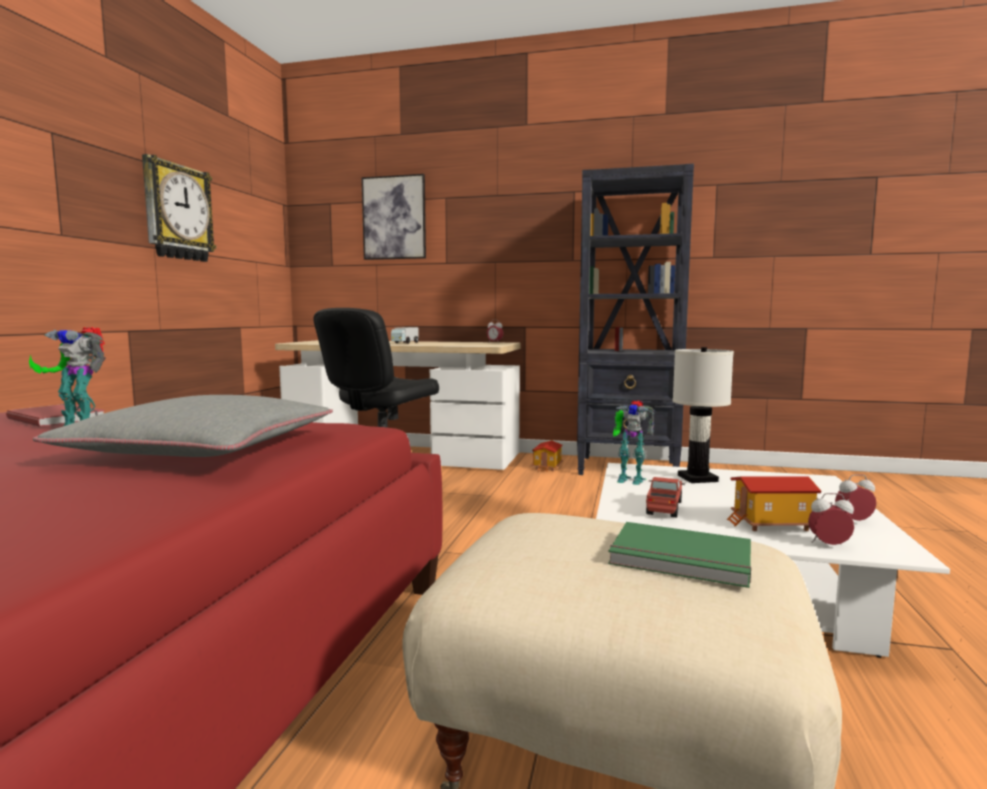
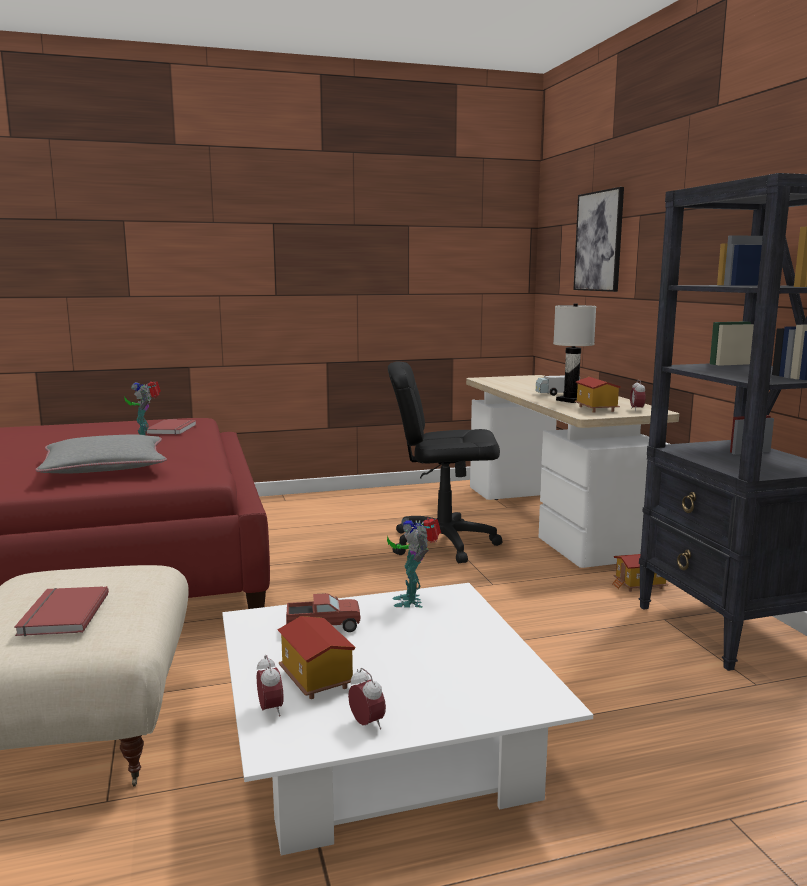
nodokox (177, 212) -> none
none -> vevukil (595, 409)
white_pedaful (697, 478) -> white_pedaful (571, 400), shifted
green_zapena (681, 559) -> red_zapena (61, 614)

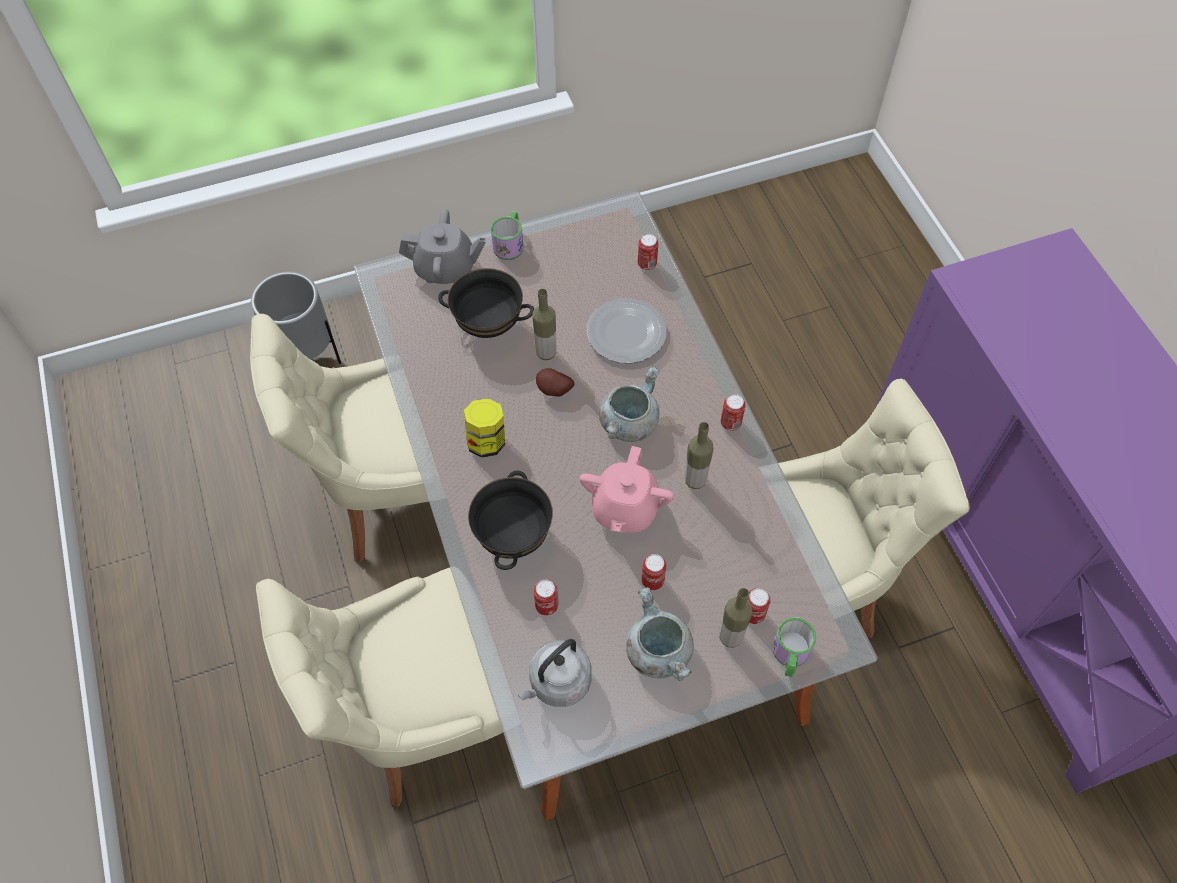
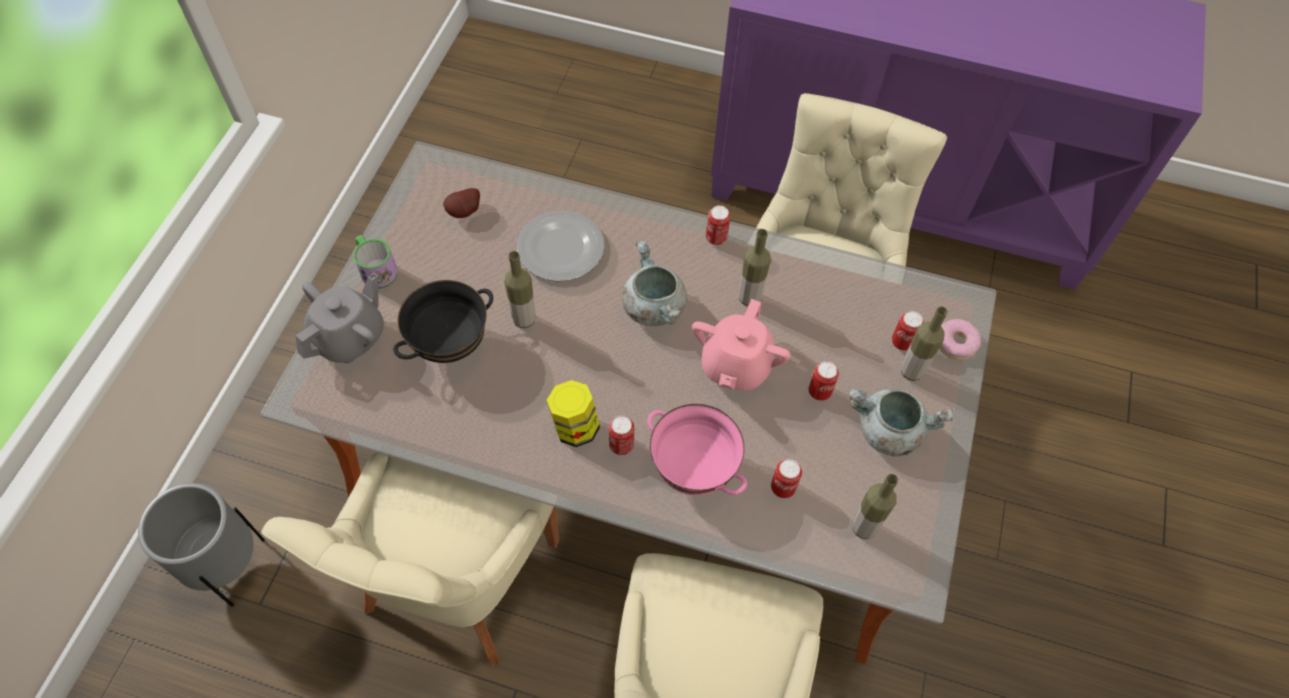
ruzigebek (554, 391) -> ruzigebek (465, 212), shifted
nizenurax (647, 264) -> nizenurax (621, 445), shifted
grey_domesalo (557, 683) -> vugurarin (864, 528)
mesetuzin (790, 656) -> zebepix (955, 343)
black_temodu (514, 537) -> pink_temodu (694, 469)
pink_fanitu (625, 509) -> pink_fanitu (735, 366), 60 degrees clockwise

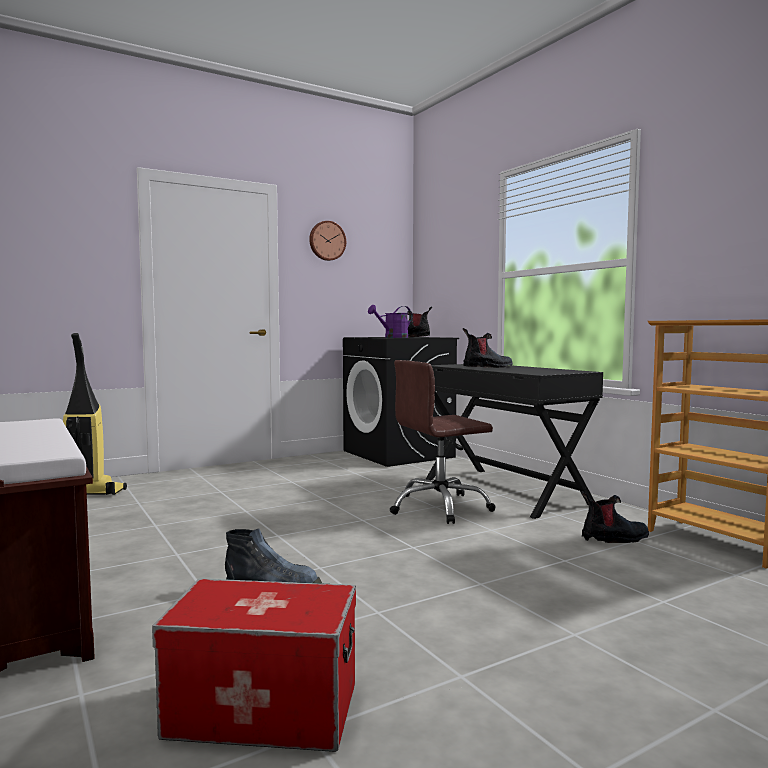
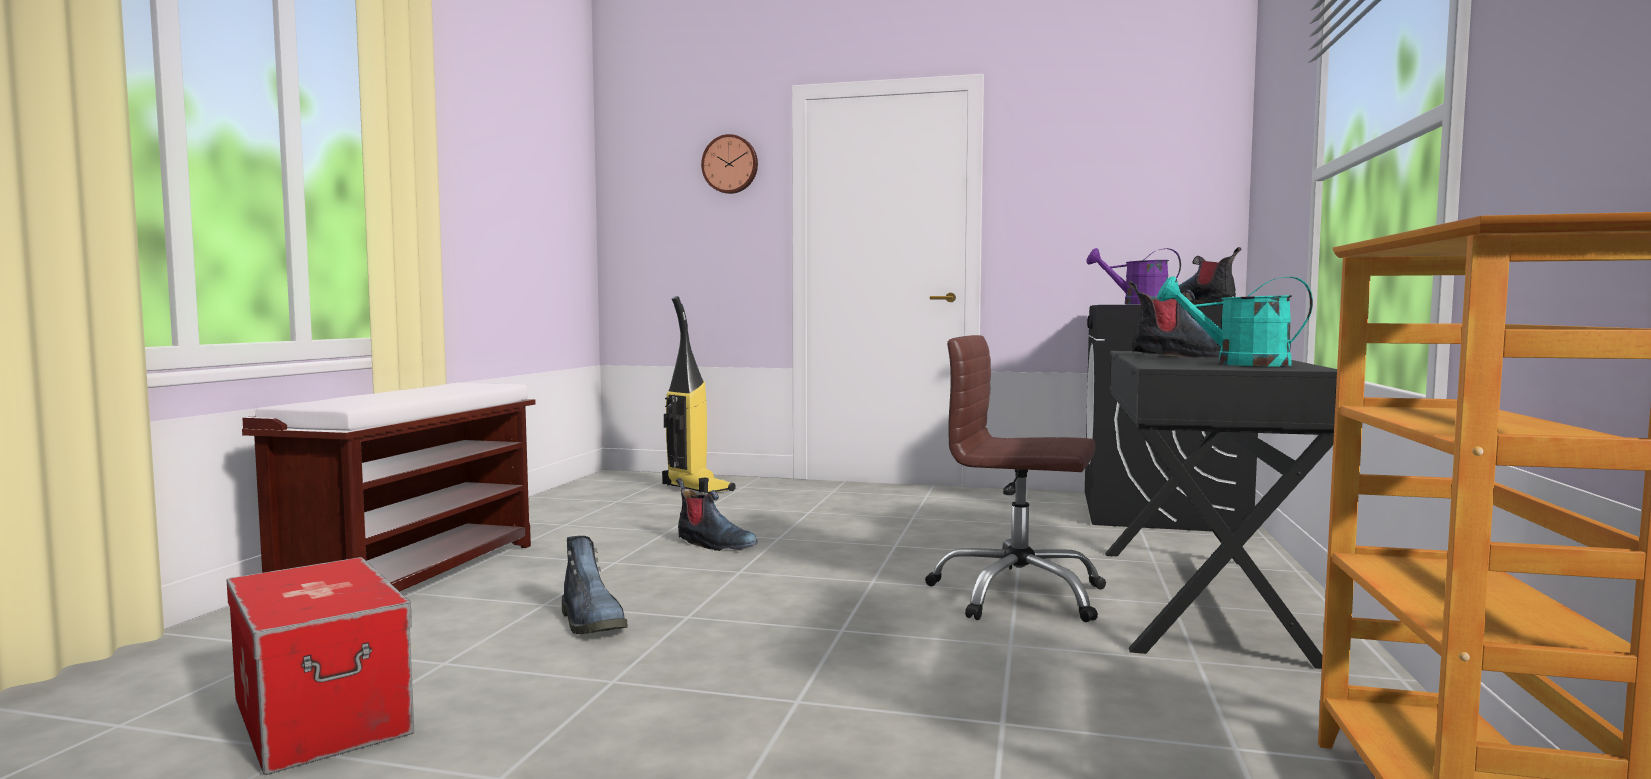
none -> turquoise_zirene (1238, 364)
nodokox (327, 241) -> nodokox (730, 164), shifted
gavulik (615, 538) -> gavulik (714, 544), shifted

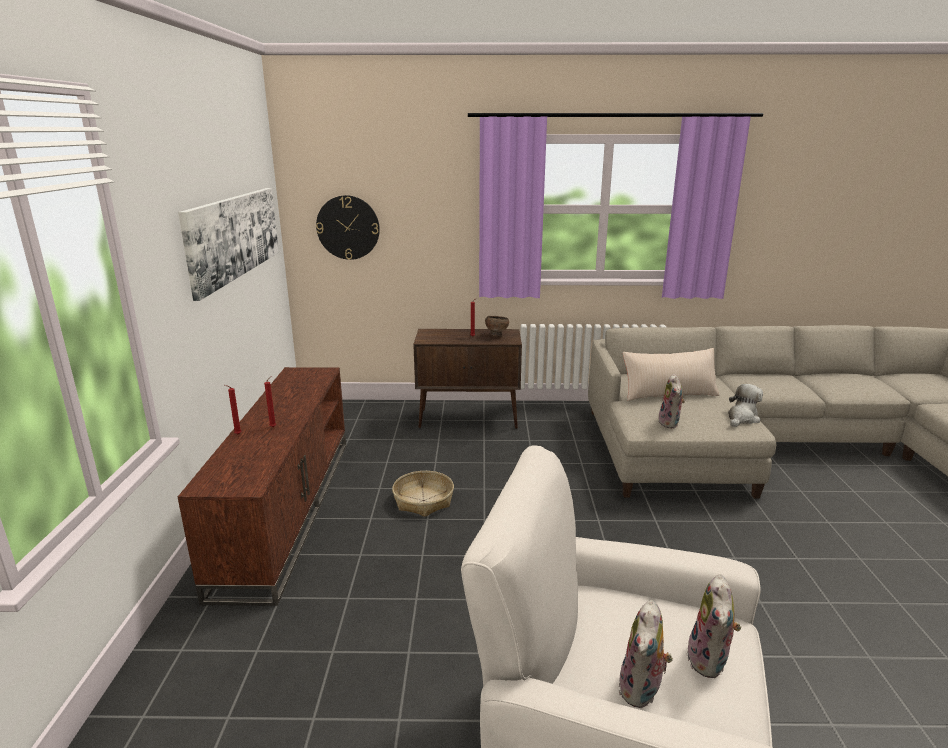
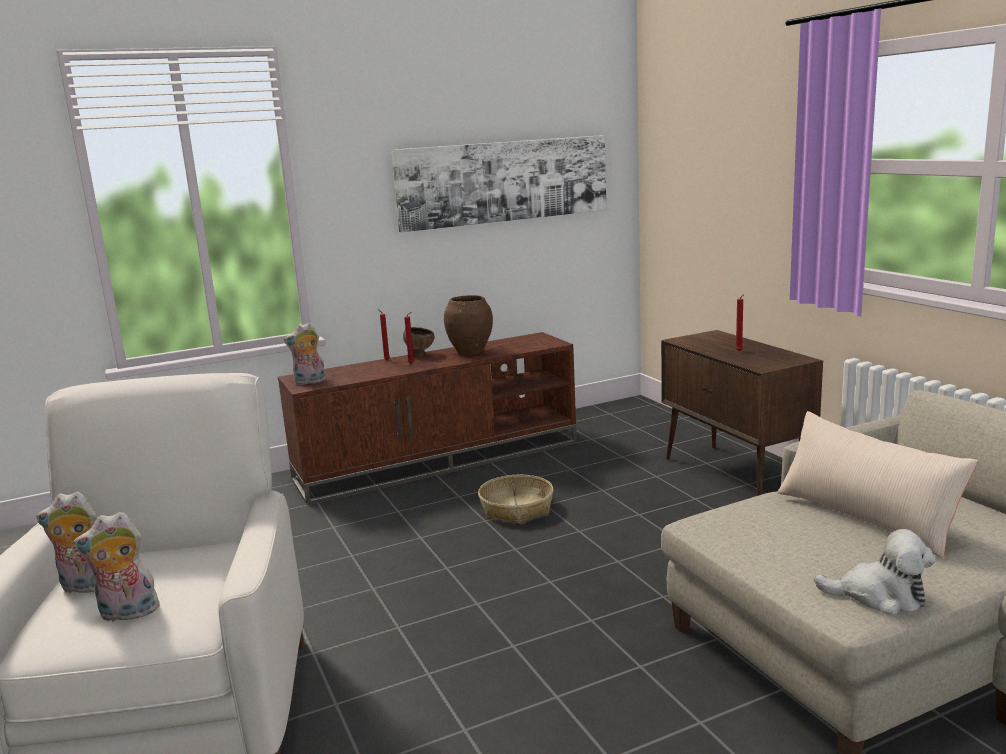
nodokox (348, 227) -> none
none -> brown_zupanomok (470, 352)
brown_temodu (496, 335) -> brown_temodu (420, 355), shifted
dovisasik (670, 423) -> dovisasik (309, 382), shifted

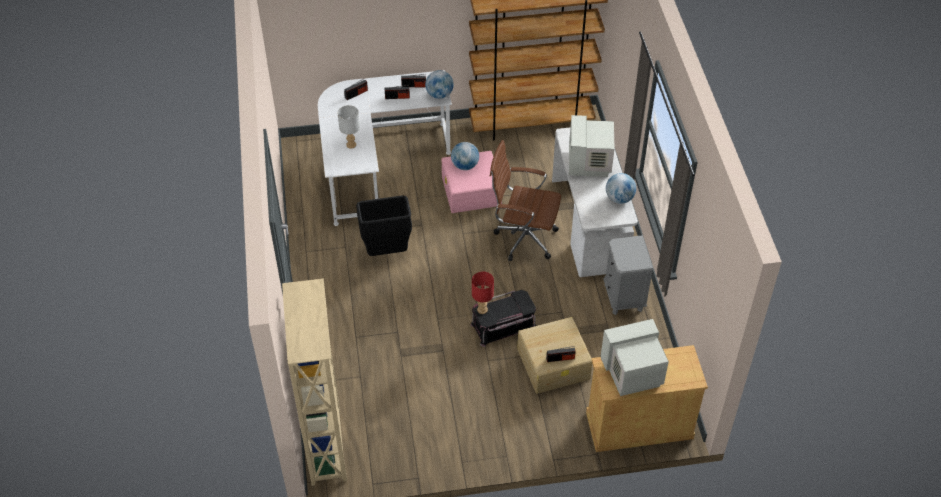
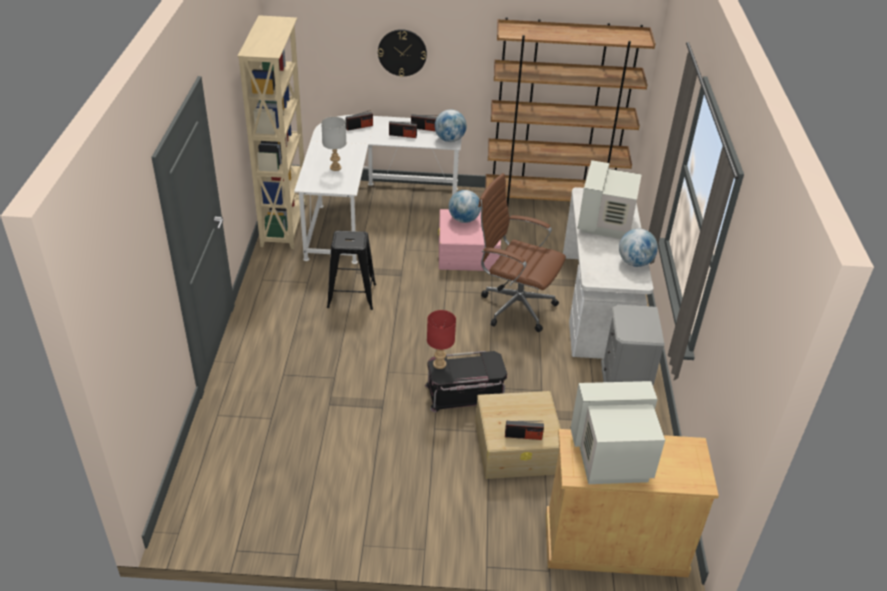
none -> nodokox (402, 52)
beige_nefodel (327, 446) -> beige_nefodel (285, 224), shifted
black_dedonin (387, 253) -> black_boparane (352, 296)

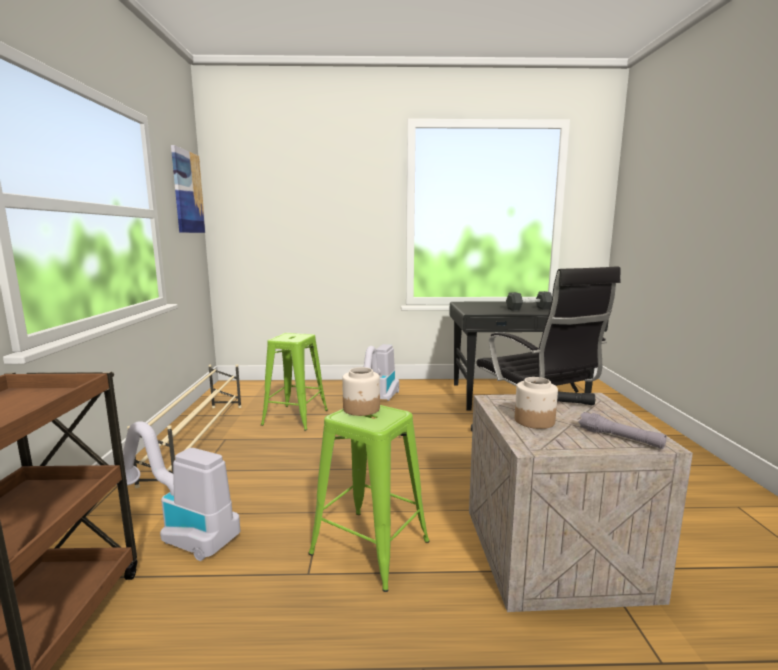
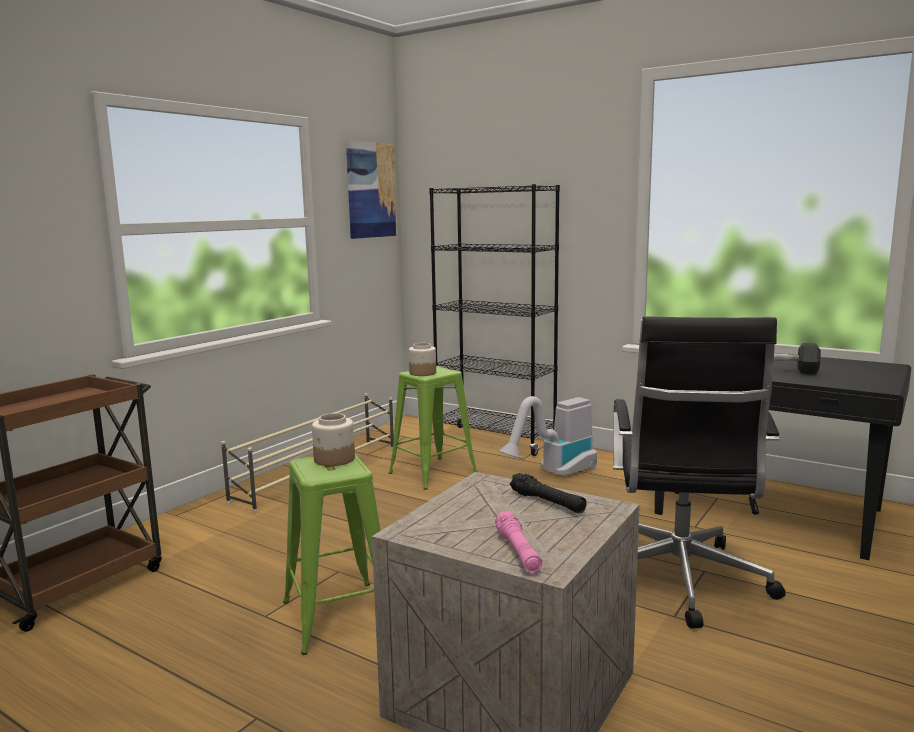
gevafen (180, 532) -> none
none -> black_nefodel (495, 440)
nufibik (534, 421) -> nufibik (422, 373), shifted
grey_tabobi (620, 438) -> pink_tabobi (518, 551)

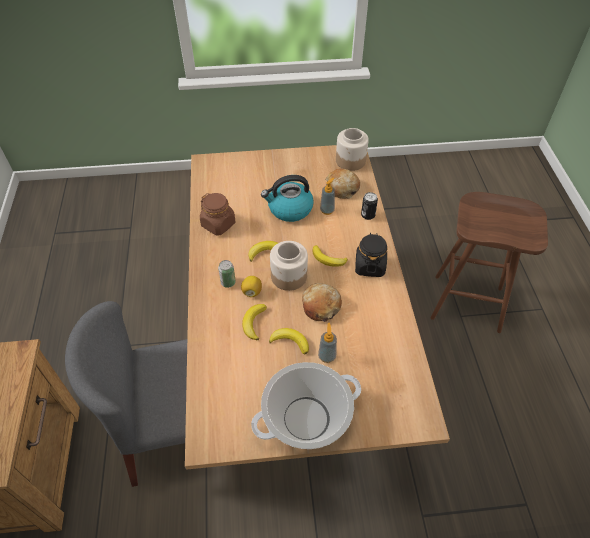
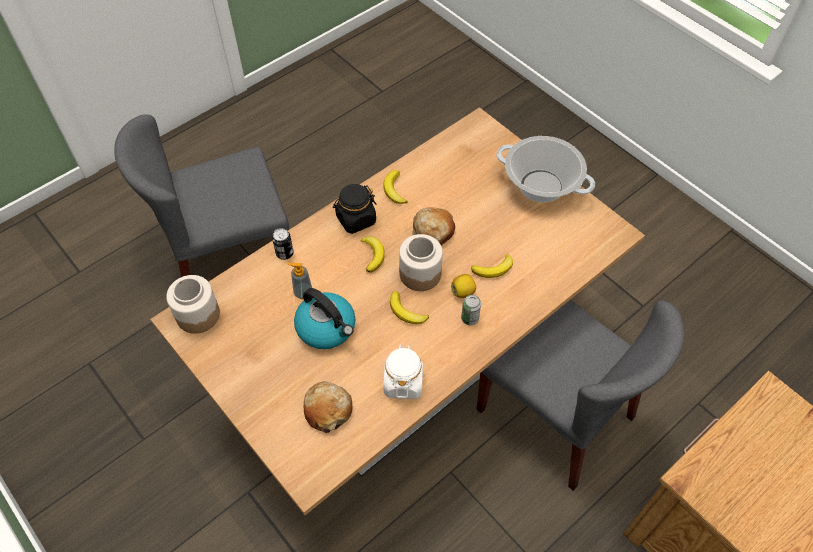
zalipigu (327, 356) -> none
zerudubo (290, 341) -> zerudubo (394, 190), shifted
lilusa (342, 188) -> lilusa (328, 409), shifted
brown_boparane (468, 302) -> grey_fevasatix (229, 258)
brown_nufibik (218, 224) -> white_nufibik (403, 382)

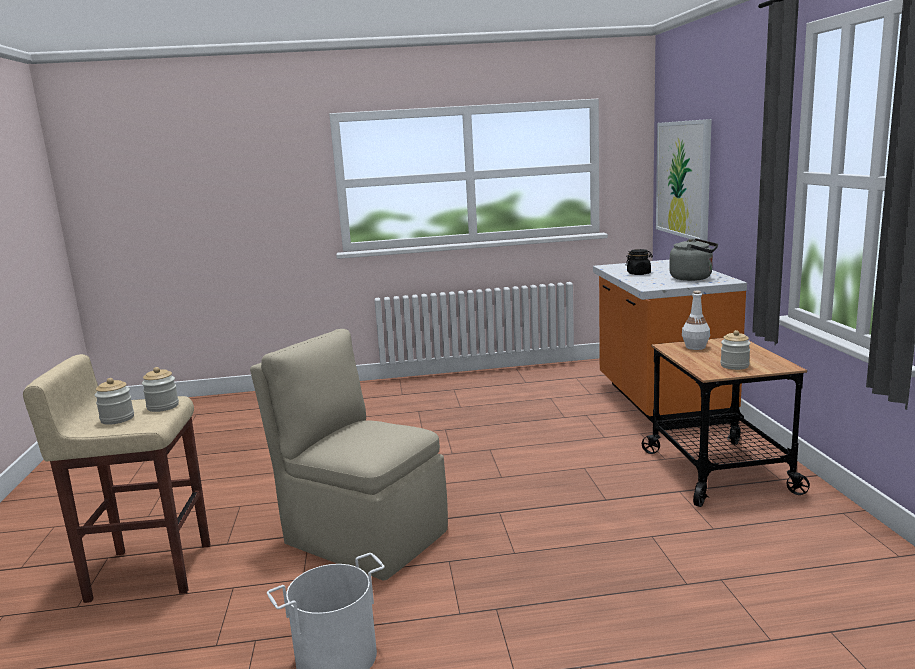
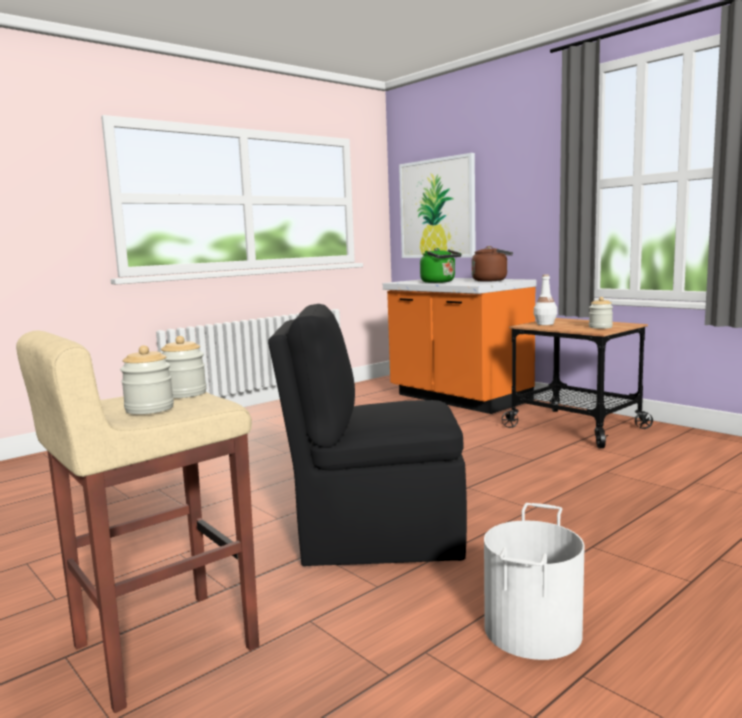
black_nufibik (639, 273) -> green_domesalo (440, 282)
beige_fevasatix (363, 536) -> black_fevasatix (376, 536)
grey_domesalo (693, 278) -> brown_domesalo (491, 280)

